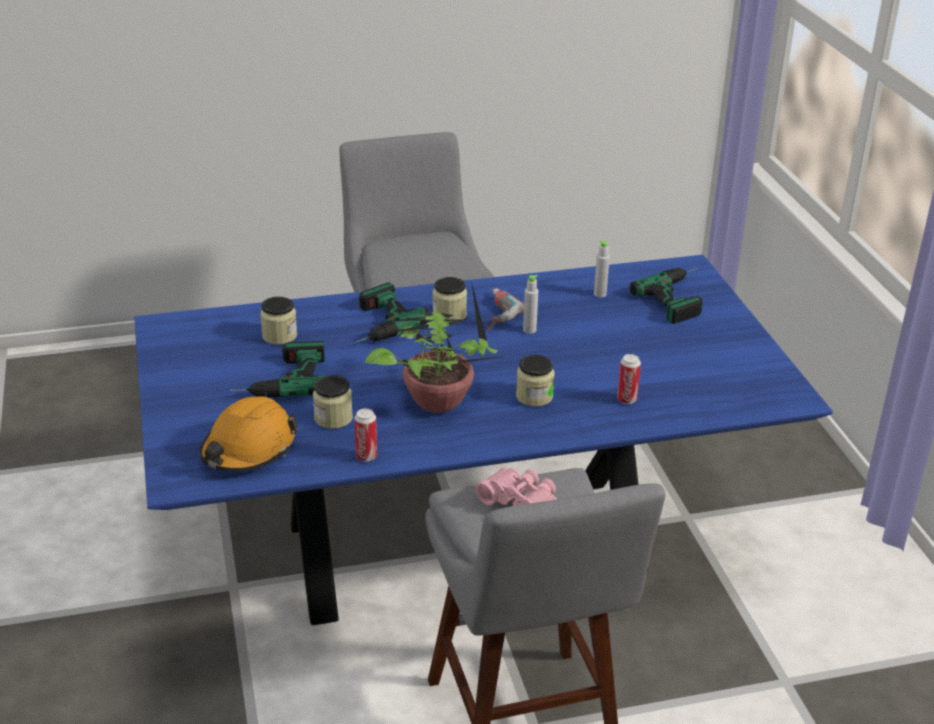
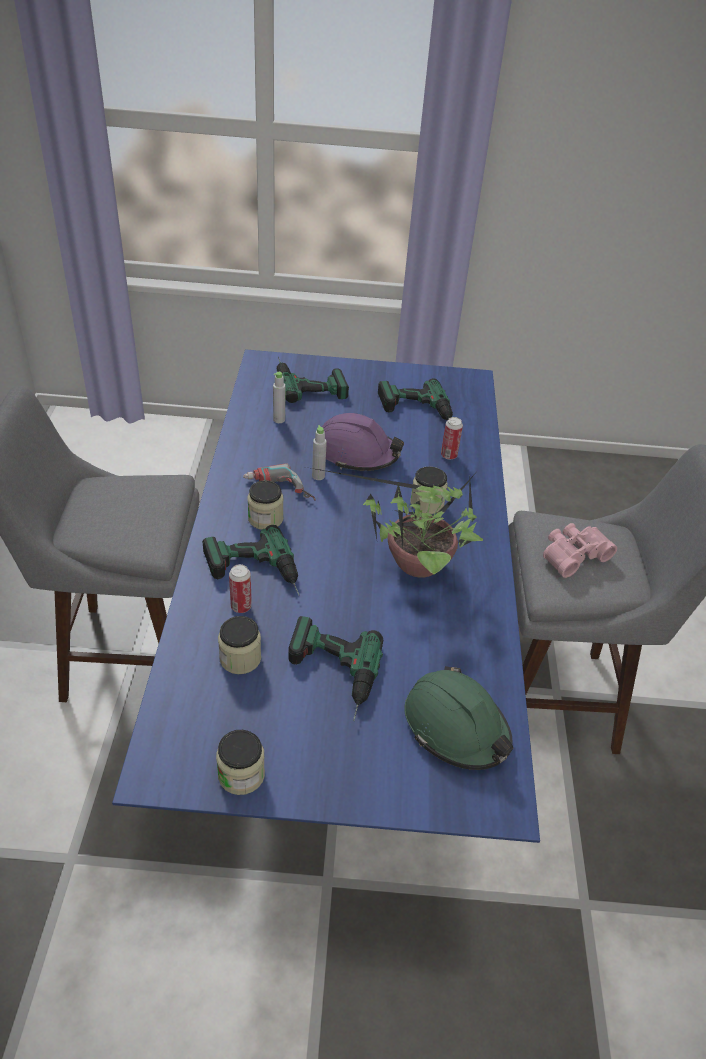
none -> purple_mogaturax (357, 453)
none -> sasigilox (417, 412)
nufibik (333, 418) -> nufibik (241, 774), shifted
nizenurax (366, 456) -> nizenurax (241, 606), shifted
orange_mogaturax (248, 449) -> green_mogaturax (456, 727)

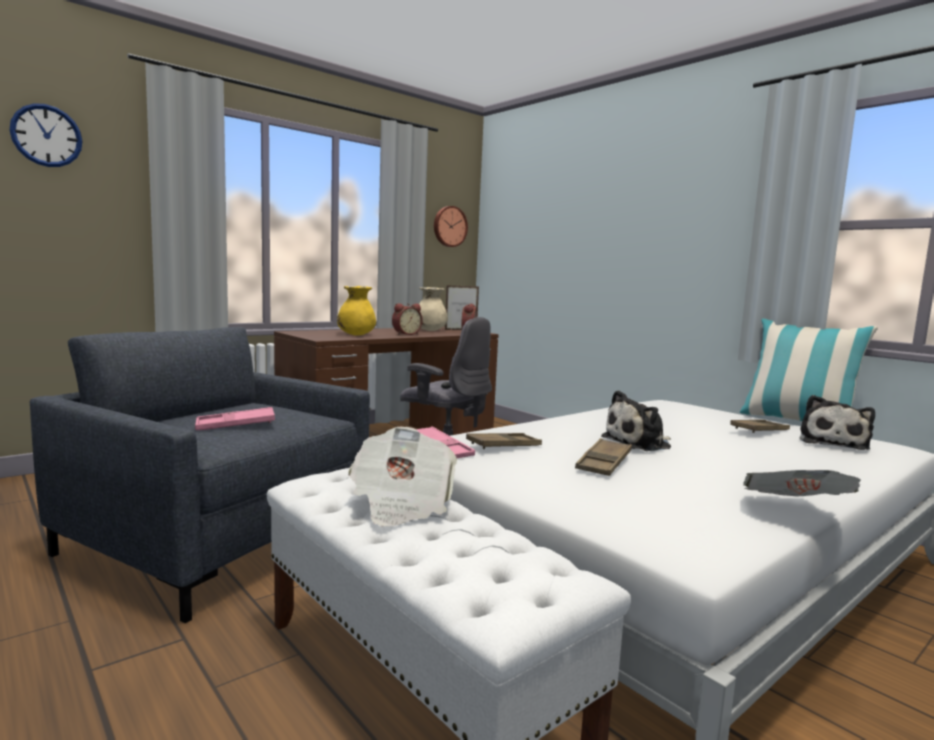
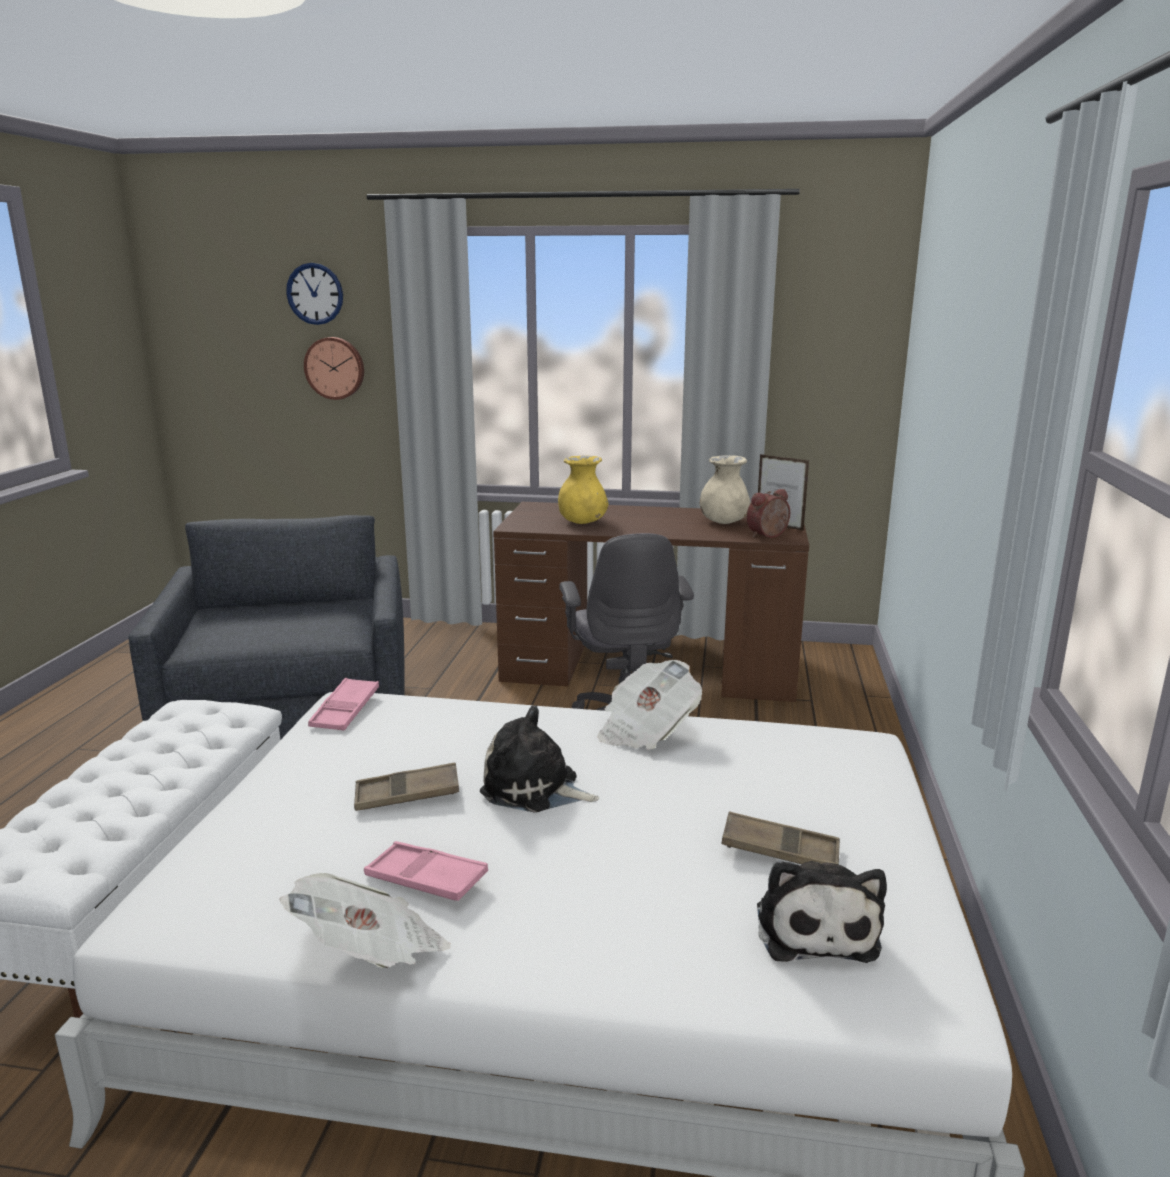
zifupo (405, 334) -> none
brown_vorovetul (503, 446) -> none
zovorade (797, 423) -> none
pink_vorovetul (235, 425) -> pink_vorovetul (426, 879), shifted
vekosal (401, 504) -> vekosal (646, 730), shifted
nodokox (449, 226) -> nodokox (335, 368), shifted
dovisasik (832, 442) -> dovisasik (814, 927), 75 degrees counterclockwise

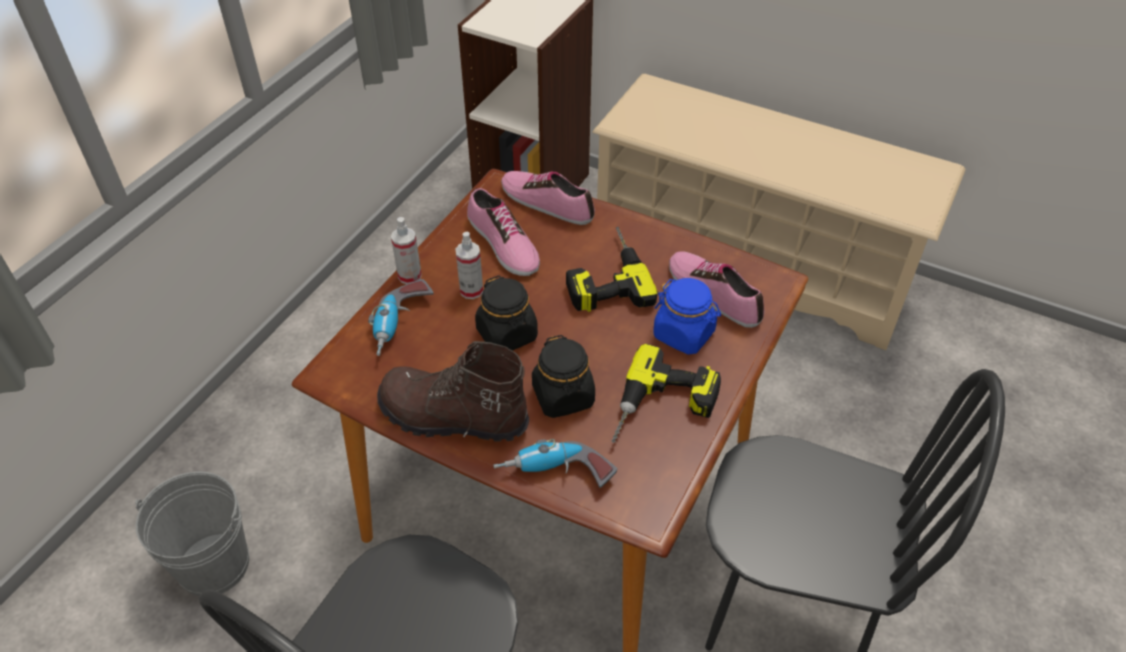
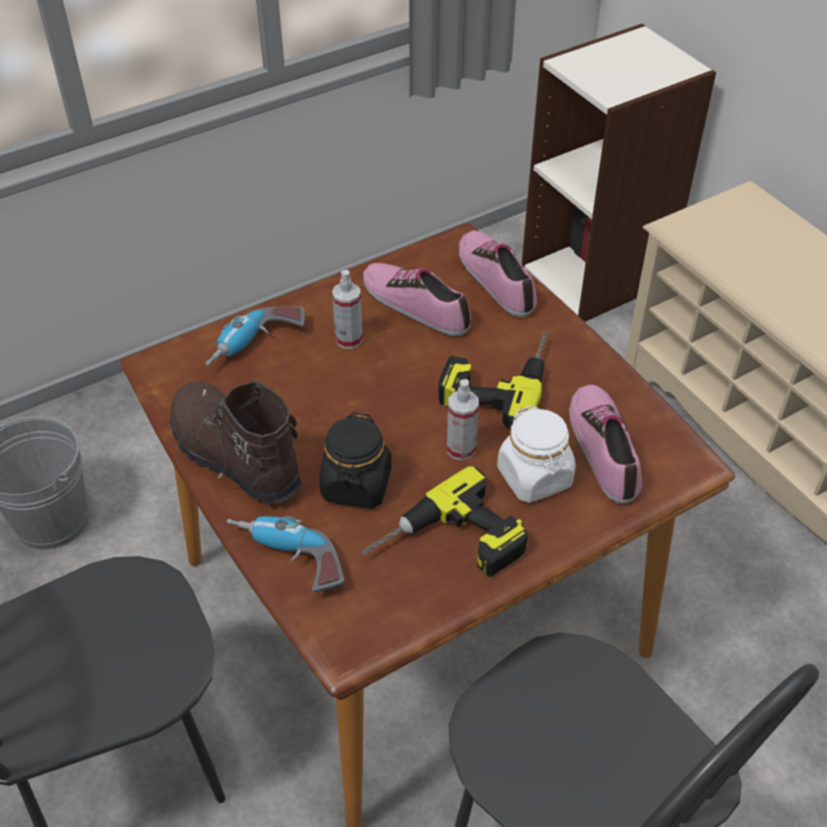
black_nufibik (507, 334) -> none
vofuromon (409, 276) -> vofuromon (461, 449), shifted
blue_nufibik (684, 334) -> white_nufibik (535, 477)
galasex (502, 244) -> galasex (416, 304), 135 degrees clockwise

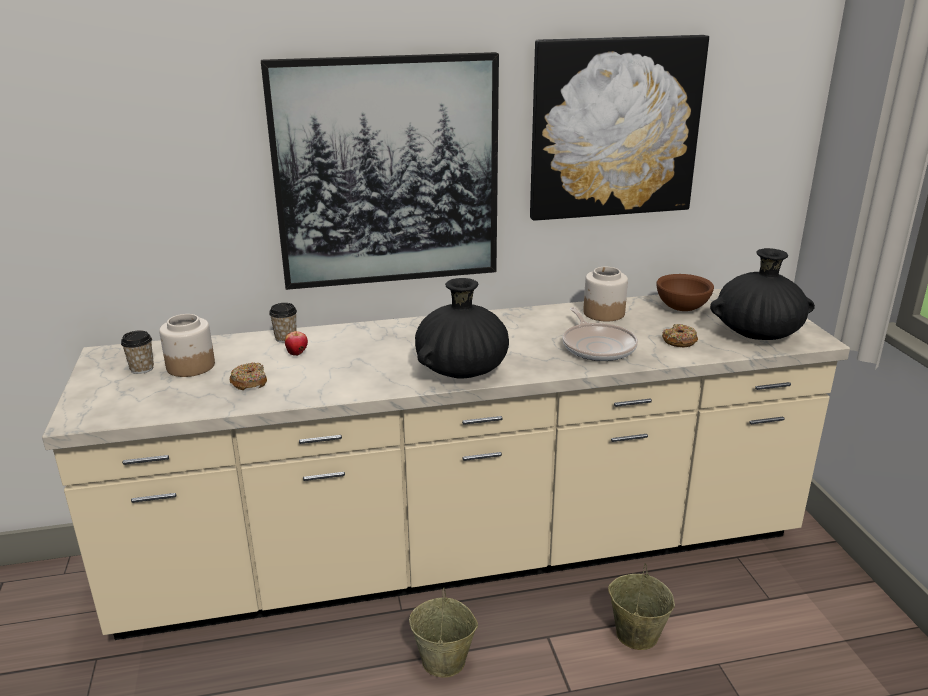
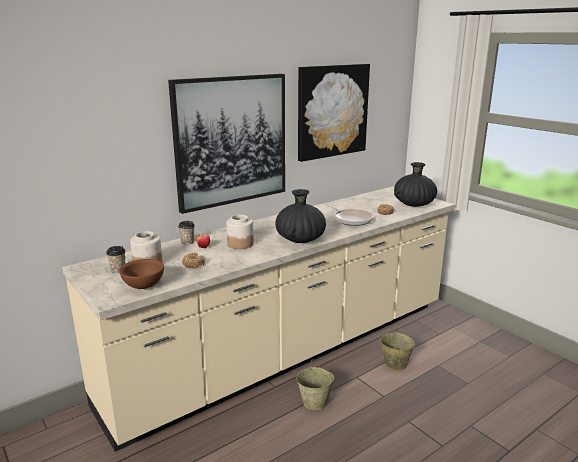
nufibik (603, 313) -> nufibik (240, 244), shifted
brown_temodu (682, 308) -> brown_temodu (143, 286), shifted

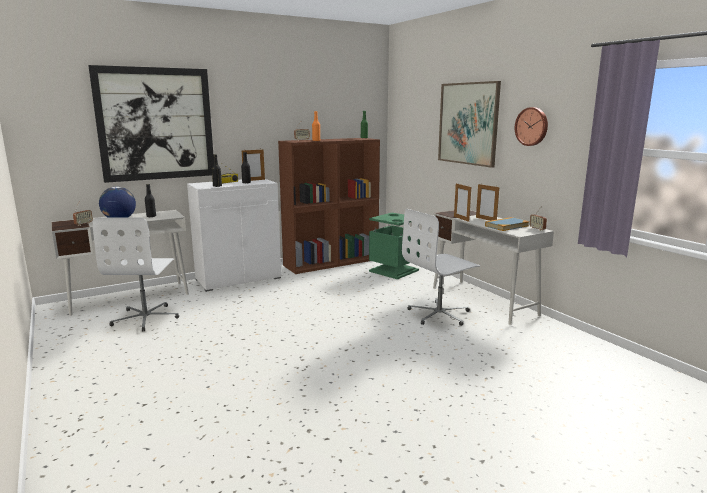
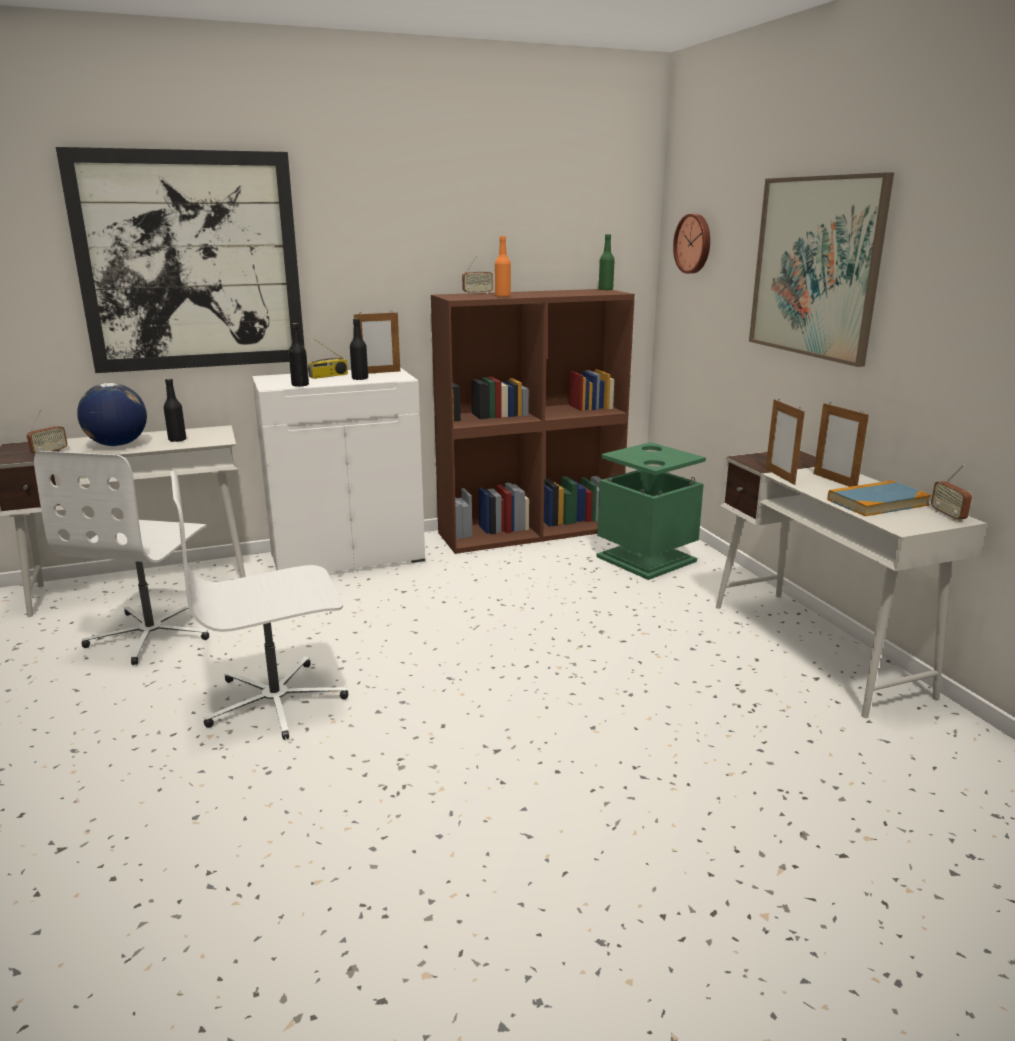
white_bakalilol (439, 314) -> white_bakalilol (276, 701), shifted
nodokox (532, 126) -> nodokox (694, 243), shifted

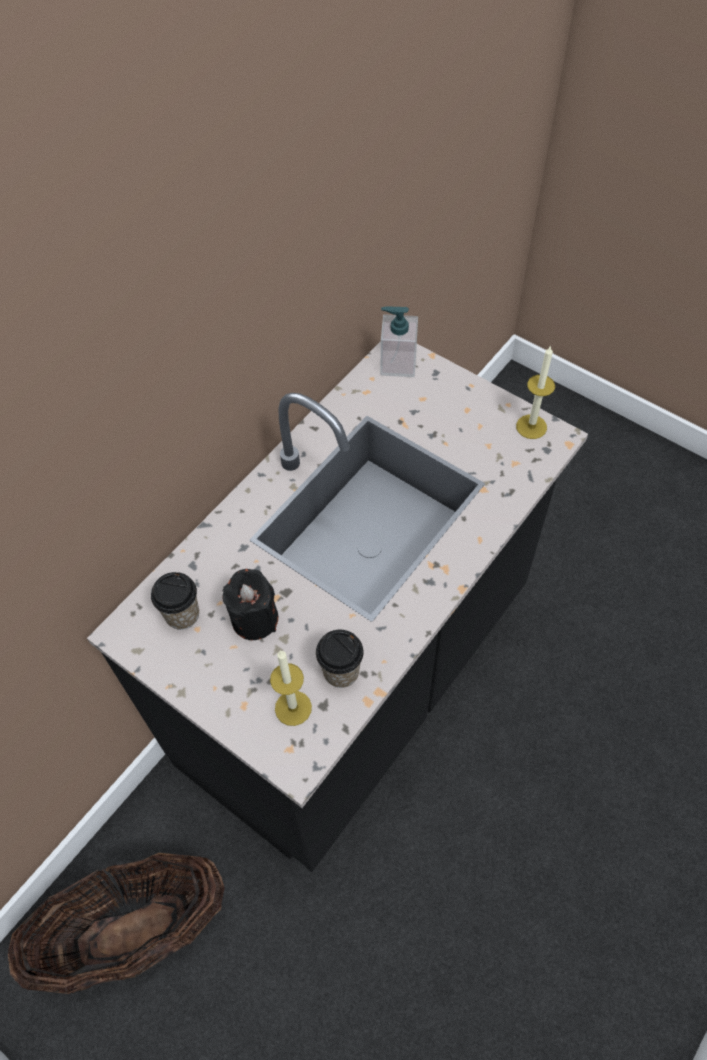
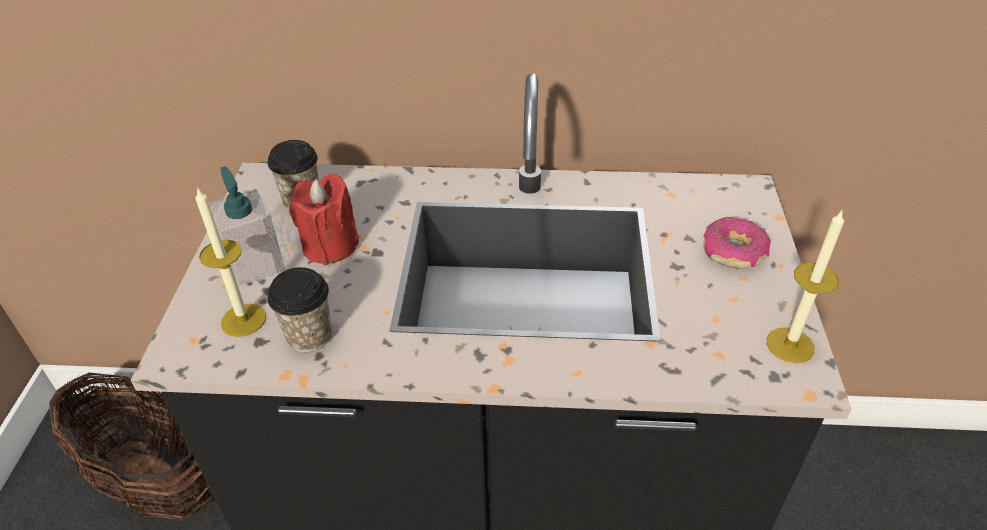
none -> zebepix (734, 252)
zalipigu (398, 363) -> zalipigu (255, 264), shifted
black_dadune (254, 619) -> red_dadune (330, 246)

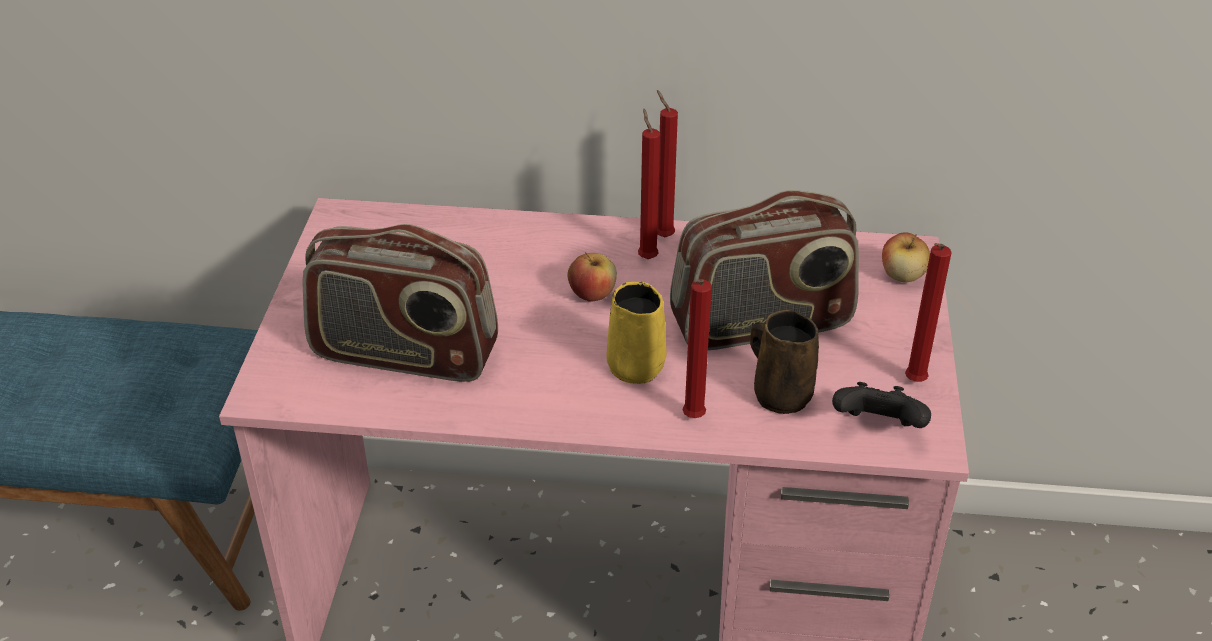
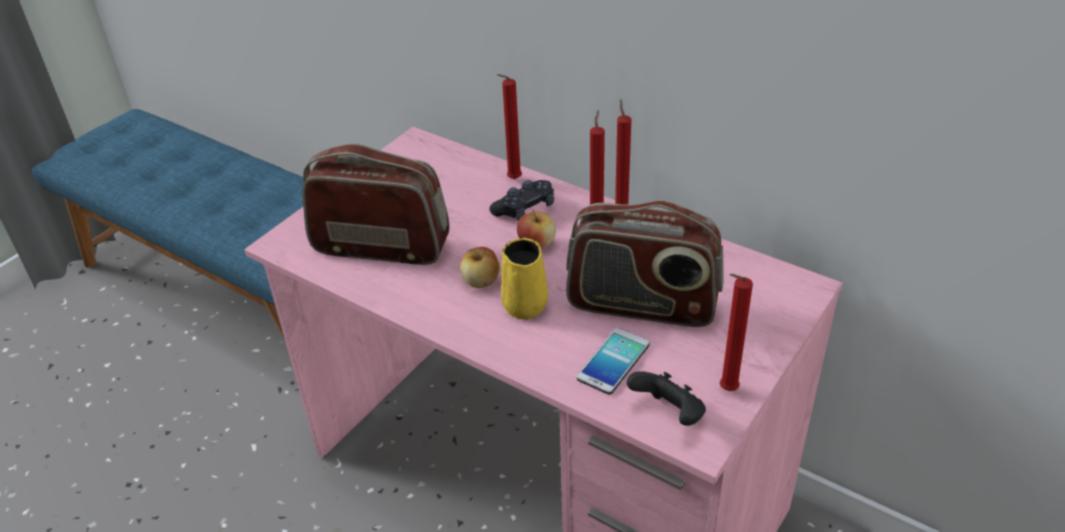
none -> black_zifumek (525, 209)
red_dadune (692, 419) -> red_dadune (512, 180), shifted
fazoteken (902, 275) -> fazoteken (481, 281), shifted
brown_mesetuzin (780, 394) -> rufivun (613, 361)
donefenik (404, 354) -> donefenik (381, 246), 150 degrees clockwise

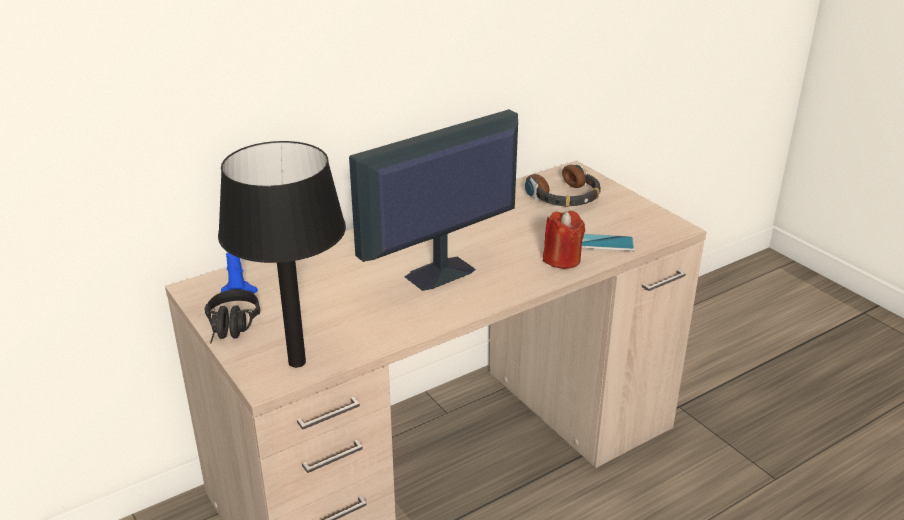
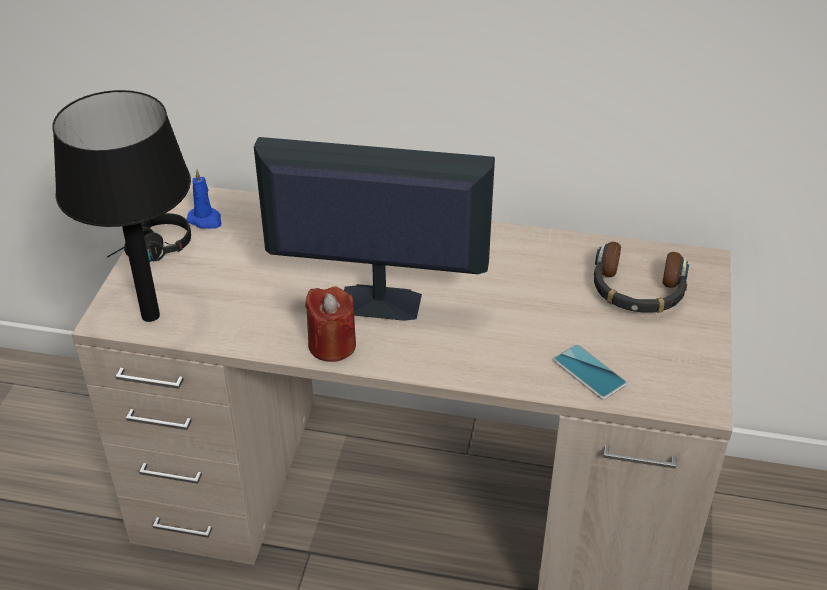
red_dadune (562, 259) -> red_dadune (332, 345), shifted

